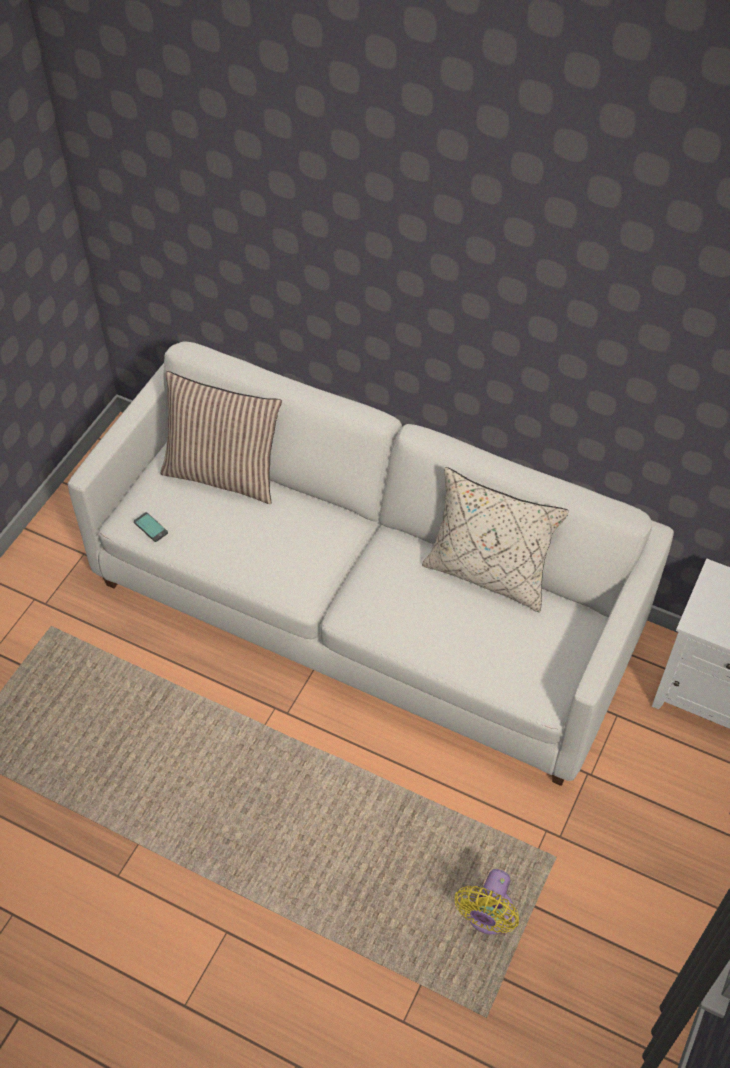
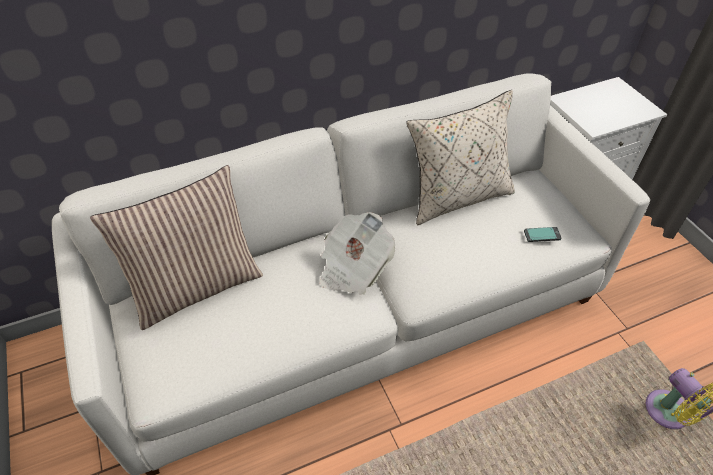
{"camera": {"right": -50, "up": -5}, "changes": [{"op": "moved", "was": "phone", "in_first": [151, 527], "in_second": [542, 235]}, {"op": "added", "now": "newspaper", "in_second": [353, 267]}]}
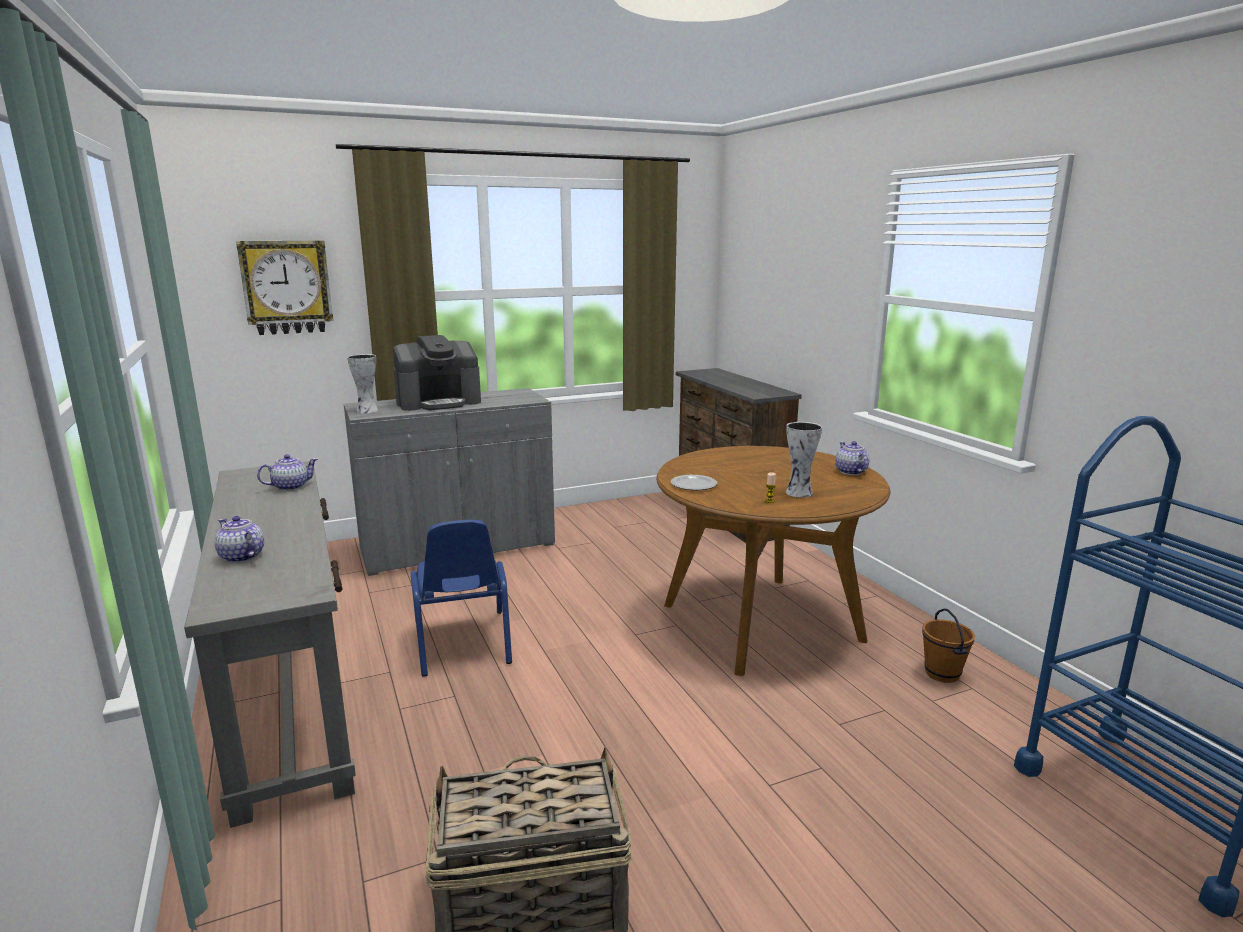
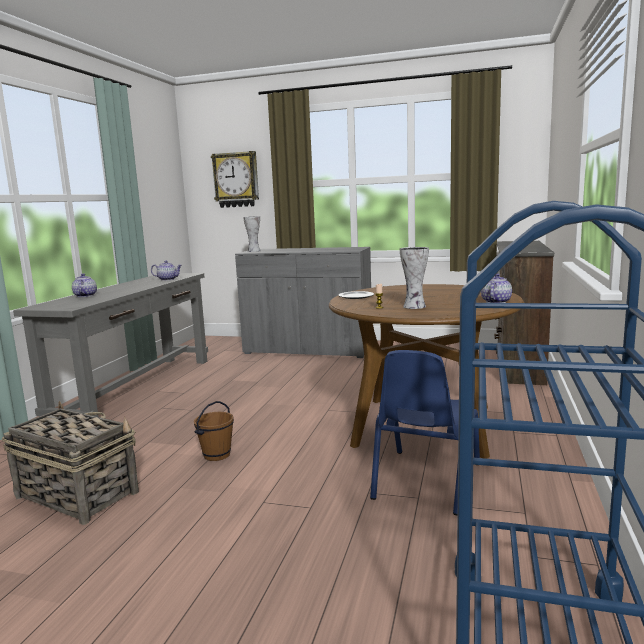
{"camera": {"right": 40, "up": -5}, "changes": [{"op": "removed", "was": "coffee machine", "in_first": [439, 402]}, {"op": "moved", "was": "chair (blue)", "in_first": [462, 643], "in_second": [425, 481]}, {"op": "moved", "was": "bucket (brown)", "in_first": [941, 673], "in_second": [216, 455]}]}
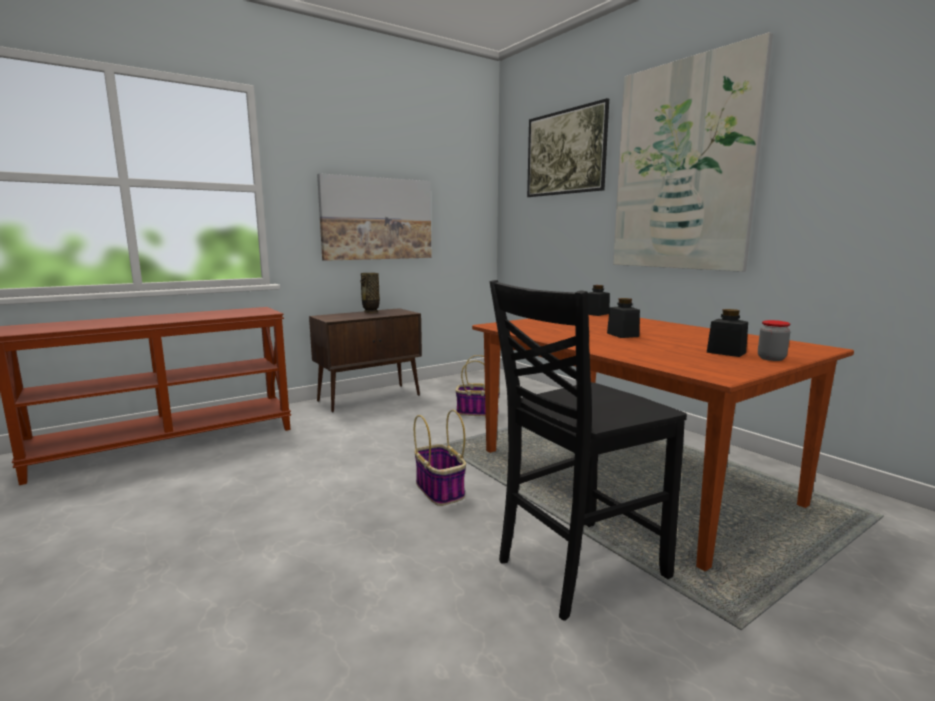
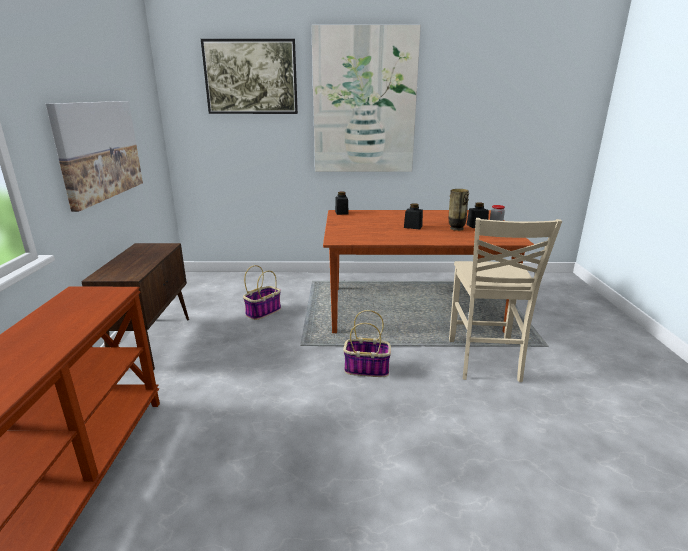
{"camera": {"right": -55, "up": 10}, "changes": [{"op": "moved", "was": "vase", "in_first": [370, 312], "in_second": [456, 229]}, {"op": "recoloured", "was": "chair (black)", "now": "chair (beige)", "in_first": [577, 567], "in_second": [484, 361]}]}
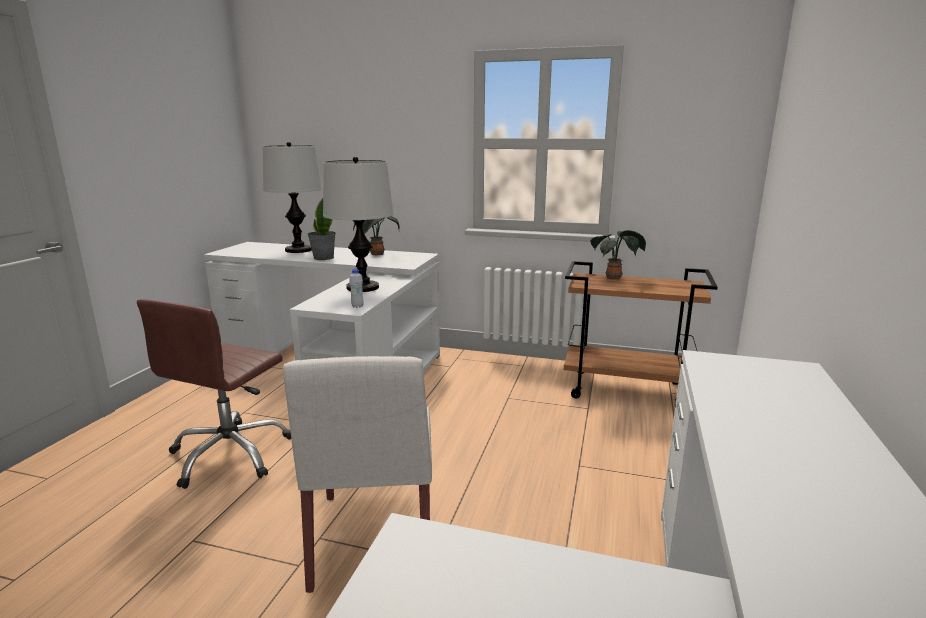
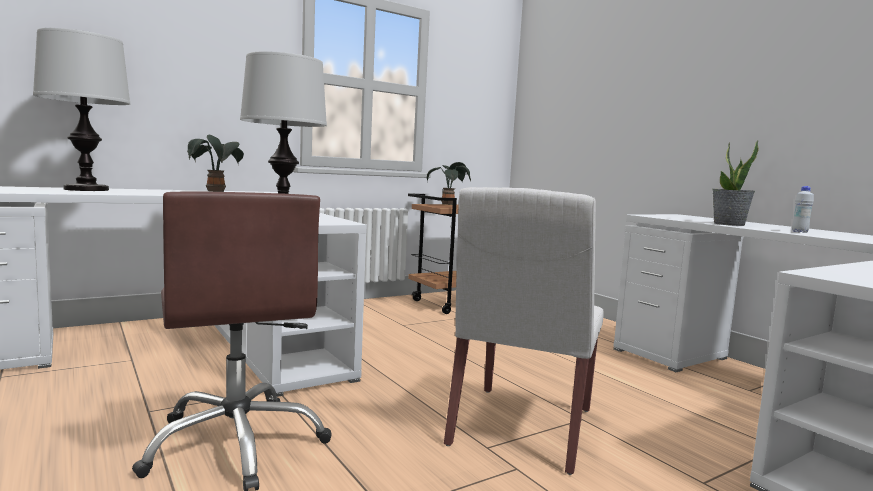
{"camera": {"right": -50, "up": -10}, "changes": [{"op": "turned", "was": "chair (white)", "in_first": [373, 538], "in_second": [522, 427], "clockwise": 75}, {"op": "moved", "was": "potted plant", "in_first": [323, 258], "in_second": [729, 224]}, {"op": "moved", "was": "bottle (white)", "in_first": [357, 306], "in_second": [799, 232]}]}
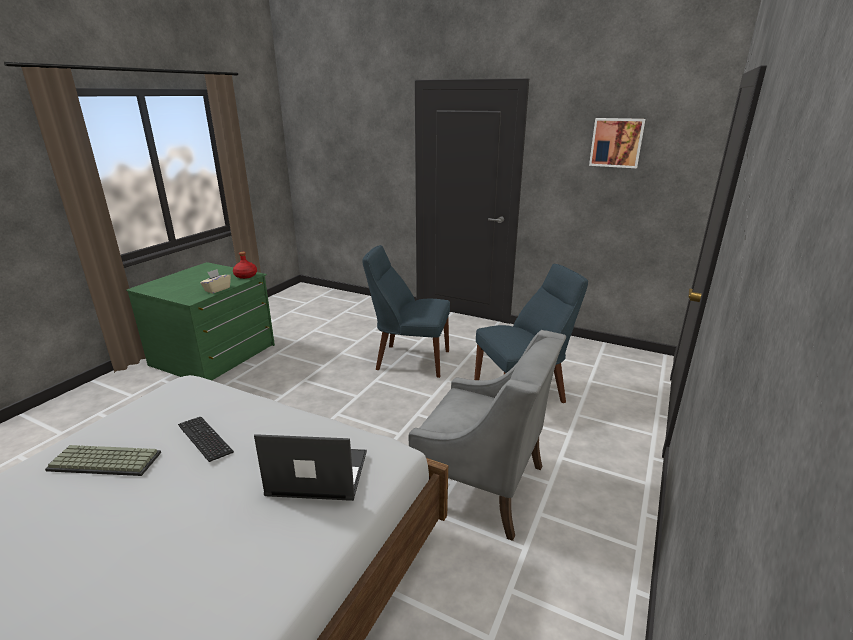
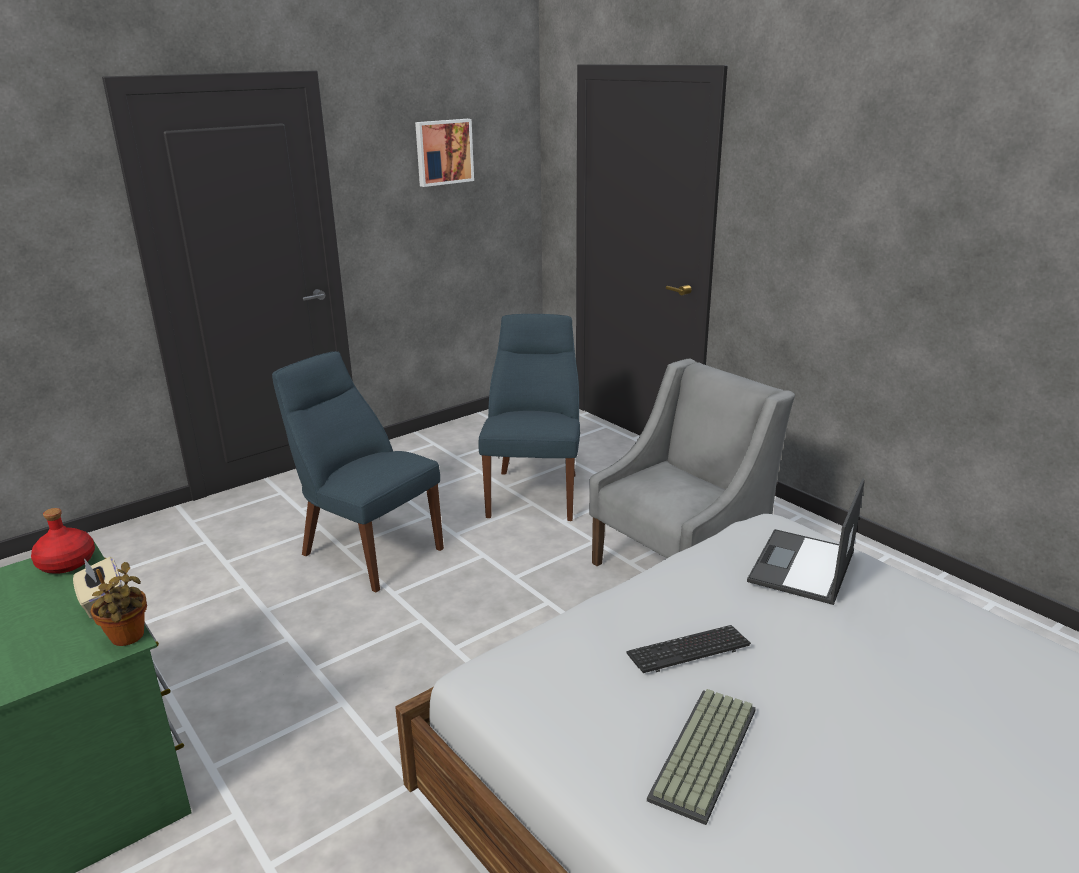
{"camera": {"right": -65, "up": 0}, "changes": [{"op": "turned", "was": "chair (blue)", "in_first": [409, 360], "in_second": [367, 550], "clockwise": 90}, {"op": "added", "now": "potted plant", "in_second": [128, 638]}]}
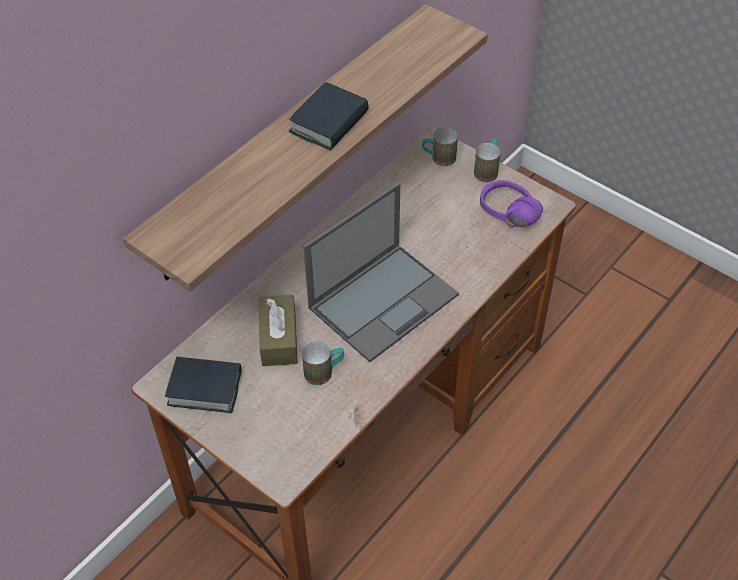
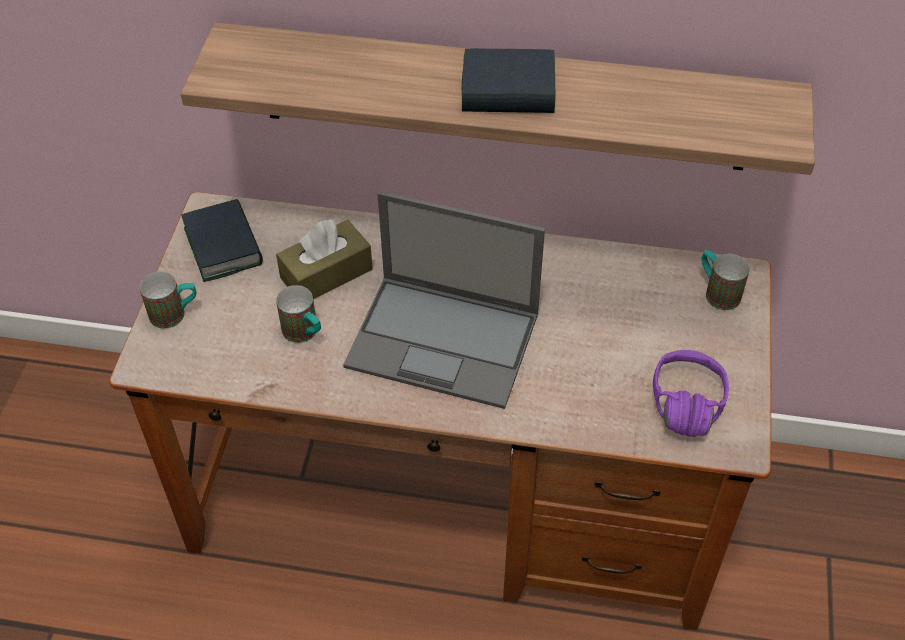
{"camera": {"right": 60, "up": 0}, "changes": [{"op": "moved", "was": "mug", "in_first": [487, 170], "in_second": [175, 314]}]}
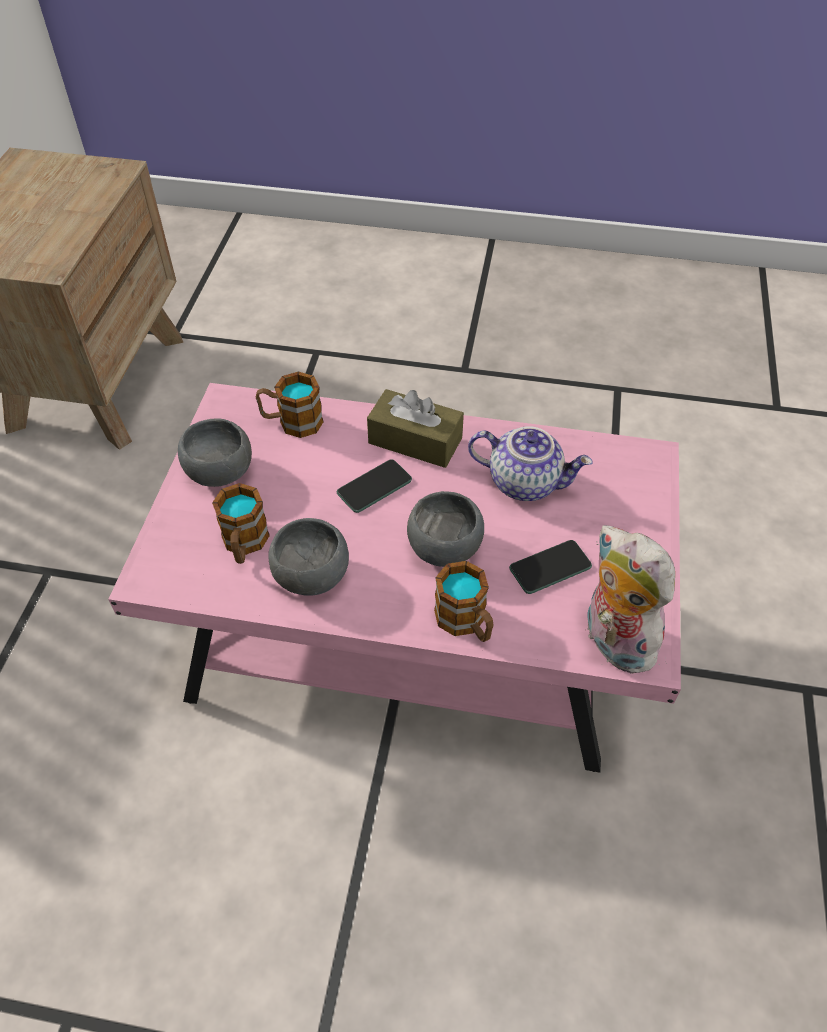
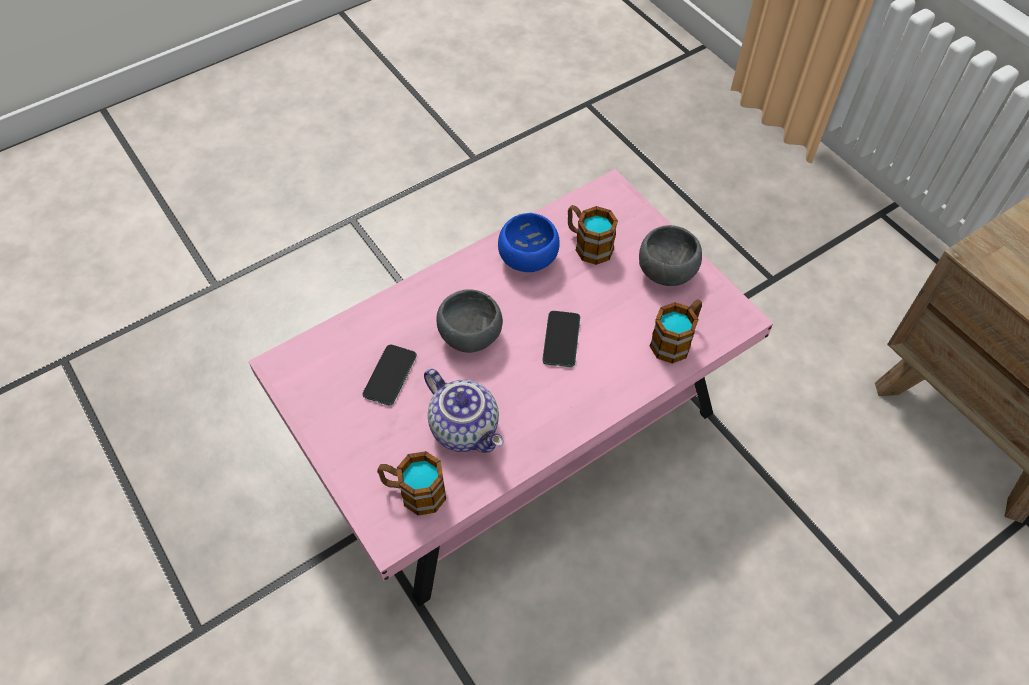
{"camera": {"right": 135, "up": 5}, "changes": [{"op": "recoloured", "was": "bowl (grey)", "now": "bowl (blue)", "in_first": [310, 574], "in_second": [530, 259]}, {"op": "removed", "was": "tissue box (brown)", "in_first": [415, 441]}, {"op": "moved", "was": "mug", "in_first": [466, 622], "in_second": [414, 492]}, {"op": "turned", "was": "teapot", "in_first": [525, 481], "in_second": [466, 428], "clockwise": -105}, {"op": "removed", "was": "plush toy", "in_first": [612, 640]}]}
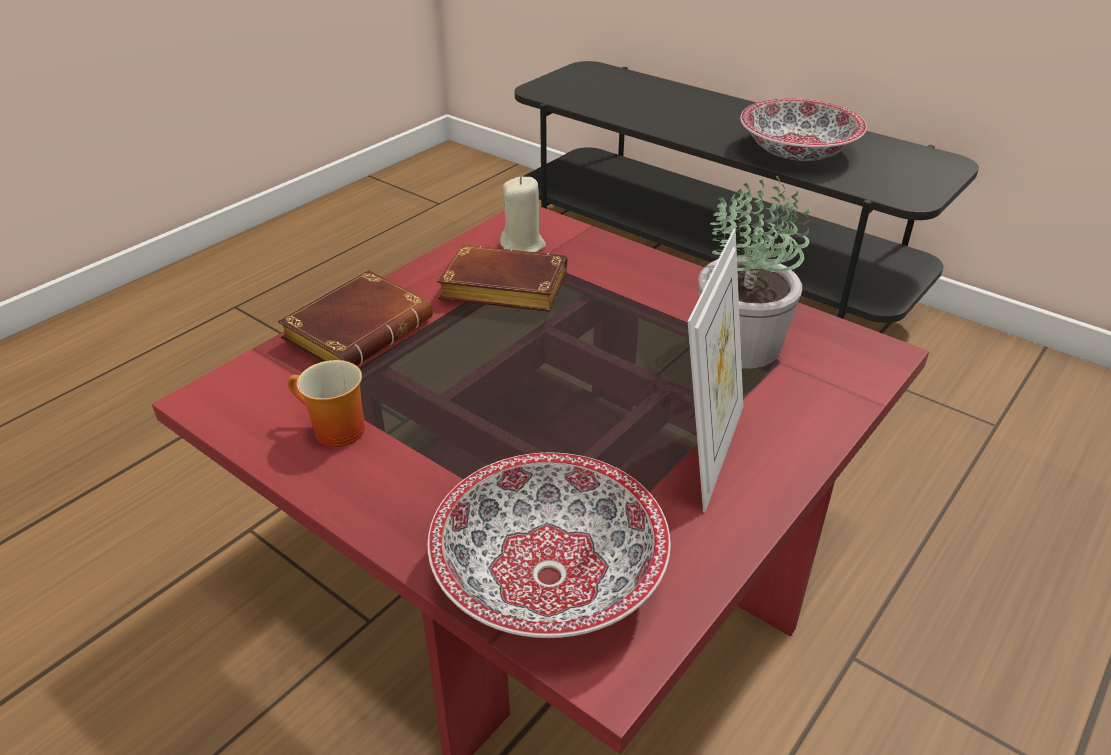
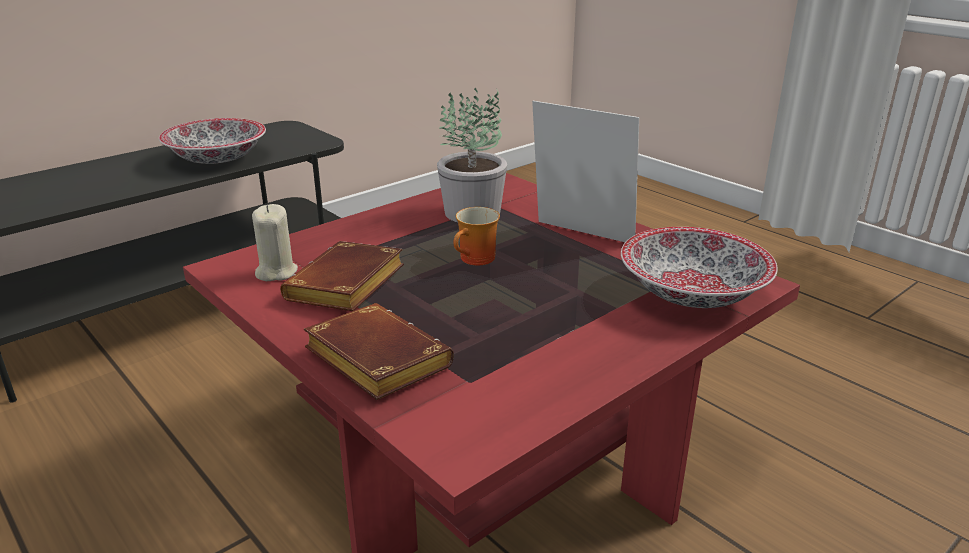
{"camera": {"right": -80, "up": -10}, "changes": [{"op": "moved", "was": "mug", "in_first": [332, 431], "in_second": [477, 260]}]}
